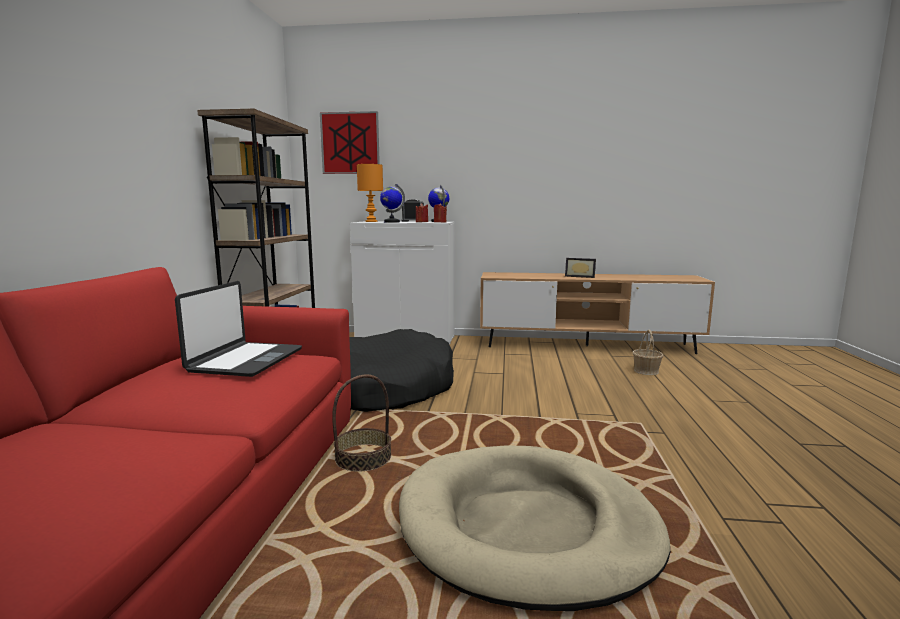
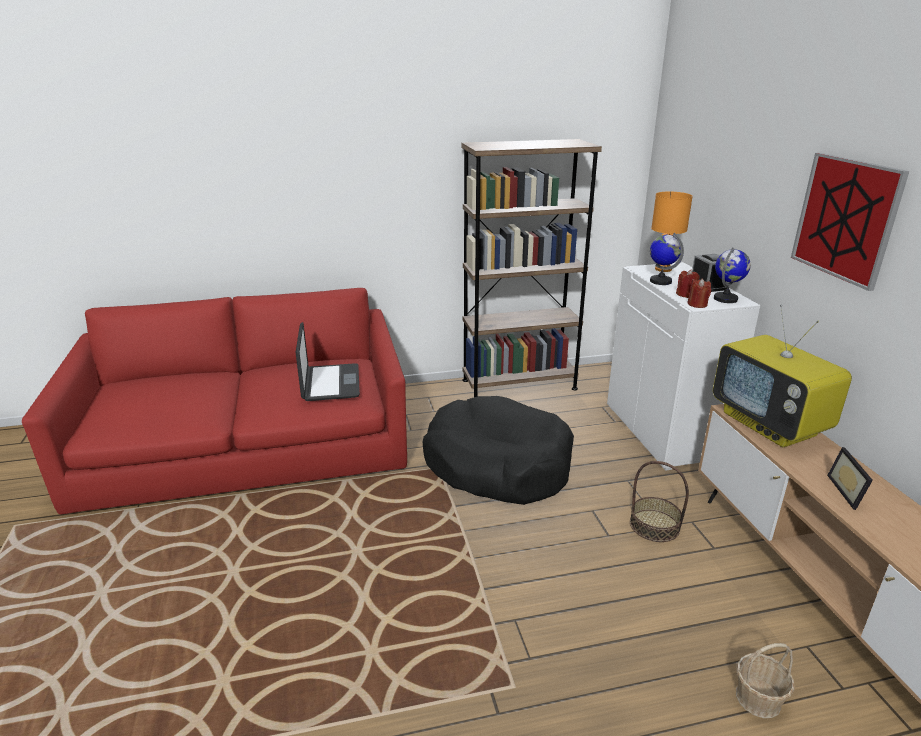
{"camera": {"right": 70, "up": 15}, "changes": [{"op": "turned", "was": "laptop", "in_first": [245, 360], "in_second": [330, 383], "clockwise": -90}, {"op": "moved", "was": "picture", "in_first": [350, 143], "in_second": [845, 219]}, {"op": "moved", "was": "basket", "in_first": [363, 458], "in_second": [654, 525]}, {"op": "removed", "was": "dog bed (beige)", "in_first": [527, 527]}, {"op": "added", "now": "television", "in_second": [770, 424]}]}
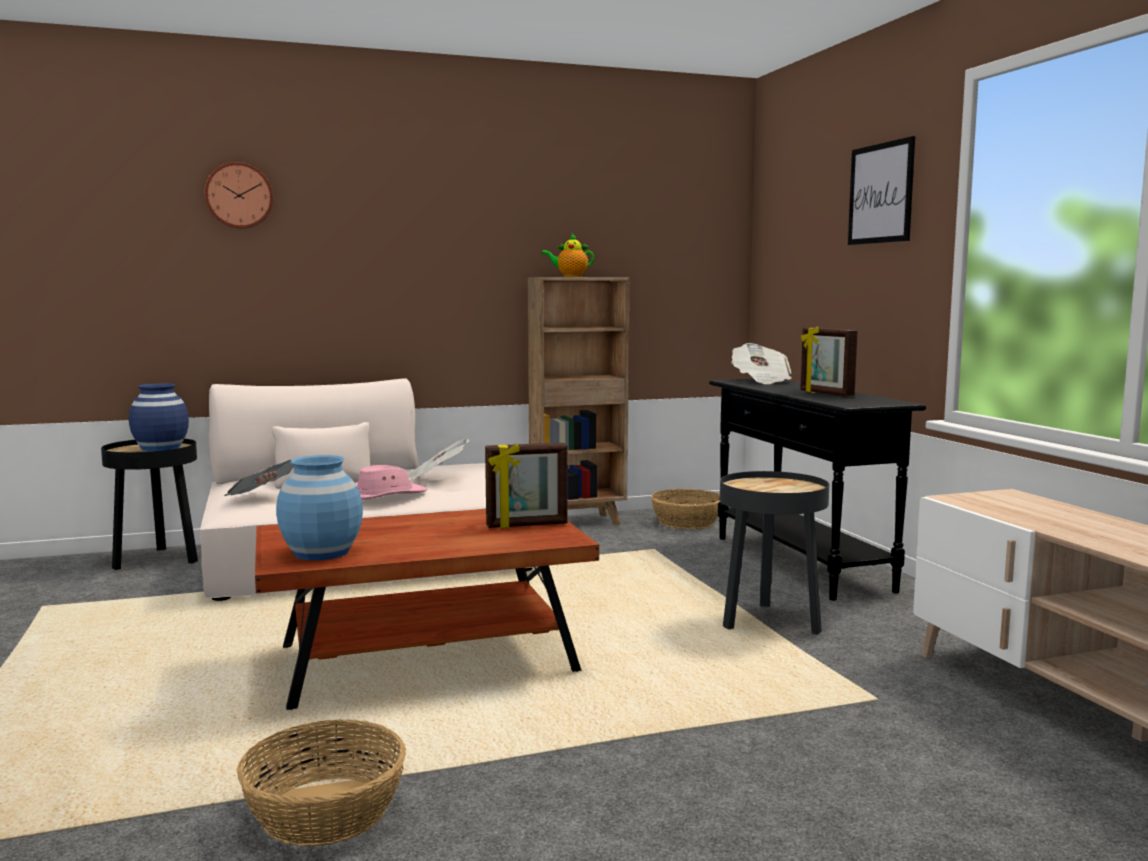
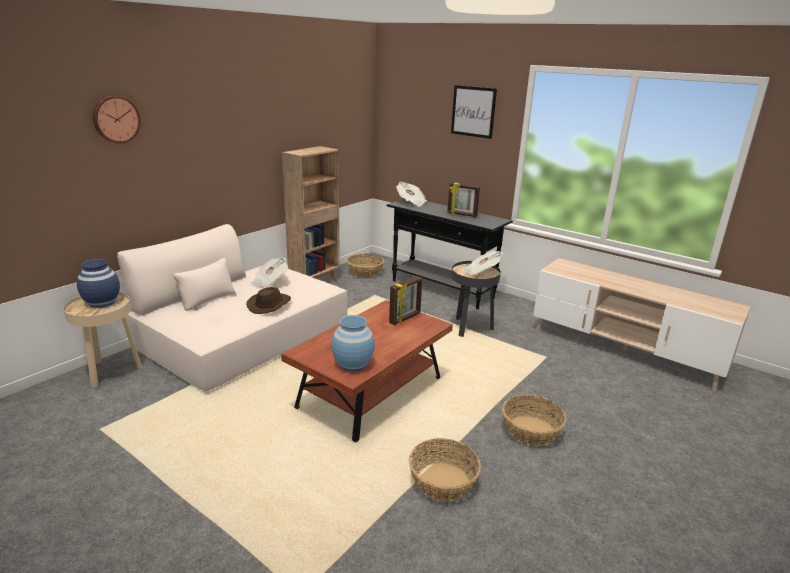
{"camera": {"right": -35, "up": 15}, "changes": [{"op": "recoloured", "was": "side table (black)", "now": "side table (beige)", "in_first": [157, 559], "in_second": [111, 371]}, {"op": "moved", "was": "newspaper", "in_first": [262, 497], "in_second": [480, 272]}, {"op": "recoloured", "was": "hat (pink)", "now": "hat (brown)", "in_first": [384, 495], "in_second": [269, 304]}, {"op": "removed", "was": "teapot", "in_first": [570, 276]}, {"op": "added", "now": "basket", "in_second": [531, 430]}]}
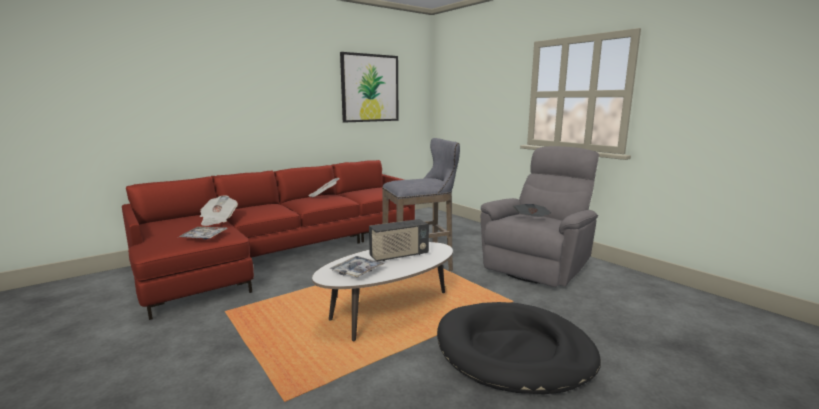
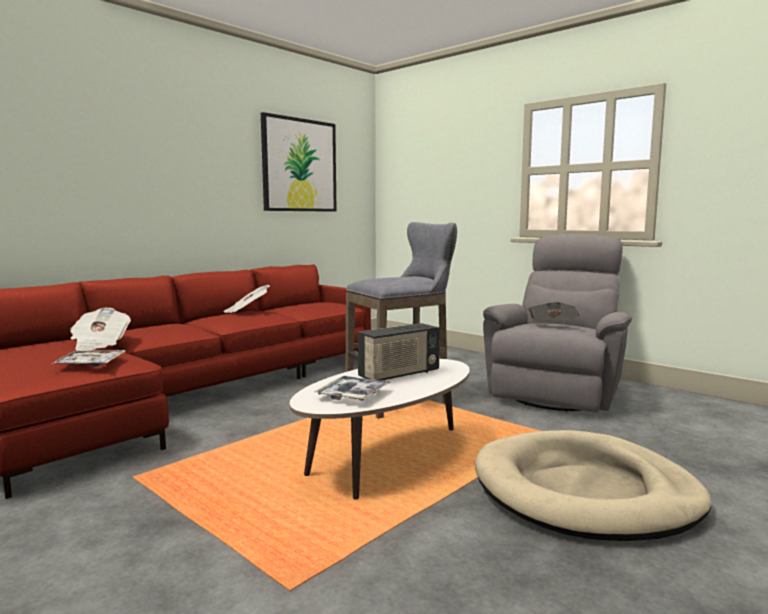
{"camera": {"right": -10, "up": -5}, "changes": [{"op": "recoloured", "was": "dog bed (black)", "now": "dog bed (beige)", "in_first": [514, 351], "in_second": [585, 492]}]}
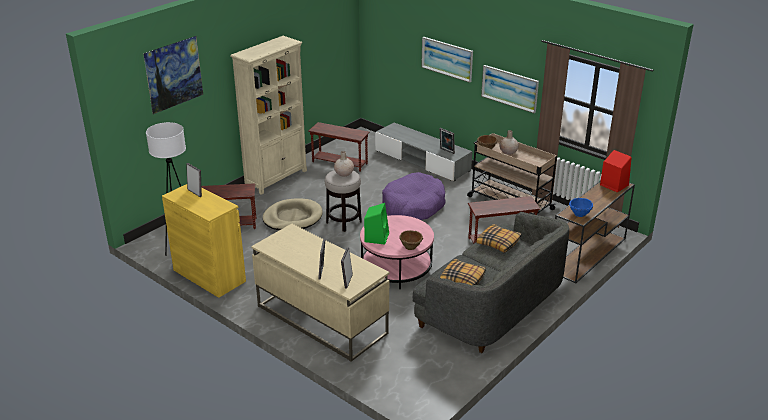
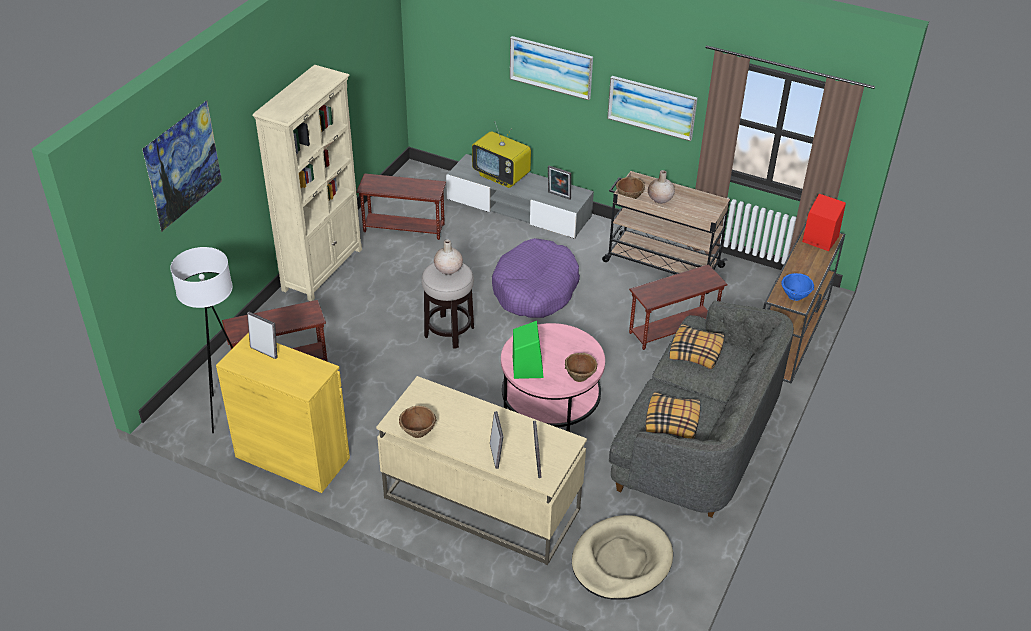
{"camera": {"right": -15, "up": 10}, "changes": [{"op": "moved", "was": "dog bed (beige)", "in_first": [292, 218], "in_second": [621, 561]}, {"op": "added", "now": "bowl (brown)", "in_second": [418, 432]}, {"op": "added", "now": "television", "in_second": [502, 176]}]}
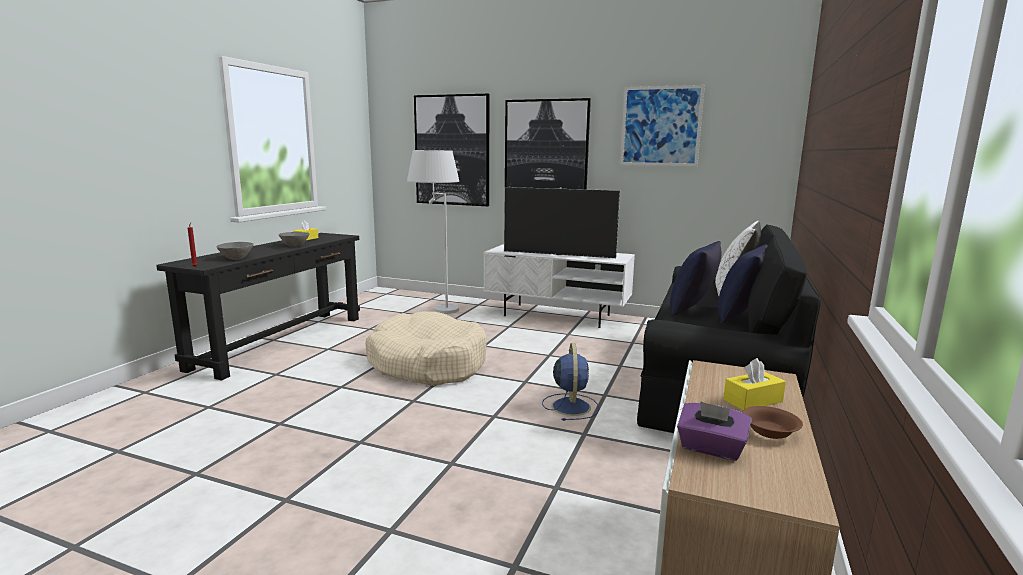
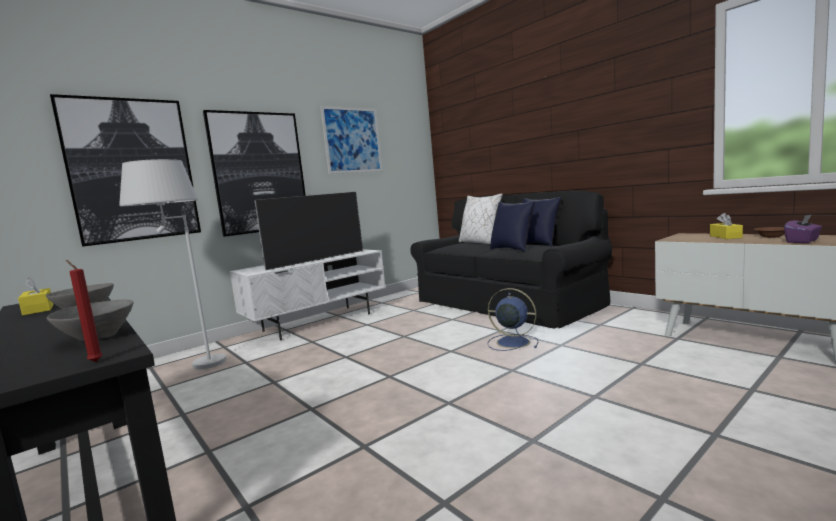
{"camera": {"right": -60, "up": -5}, "changes": [{"op": "removed", "was": "dog bed (beige)", "in_first": [427, 364]}]}
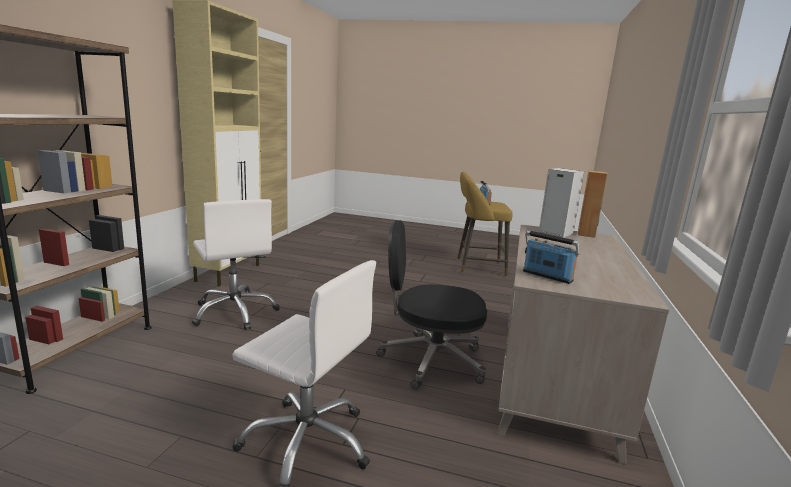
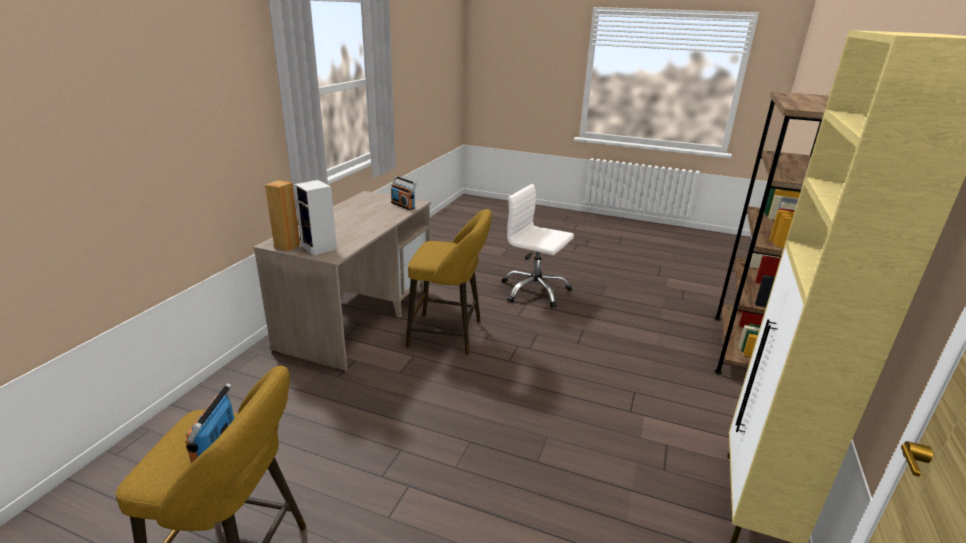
{"camera": {"right": -175, "up": 10}, "changes": [{"op": "removed", "was": "office chair (white)", "in_first": [235, 312]}, {"op": "replaced", "was": "office chair (black)", "now": "stool (yellow)", "in_first": [430, 360], "in_second": [449, 335]}]}
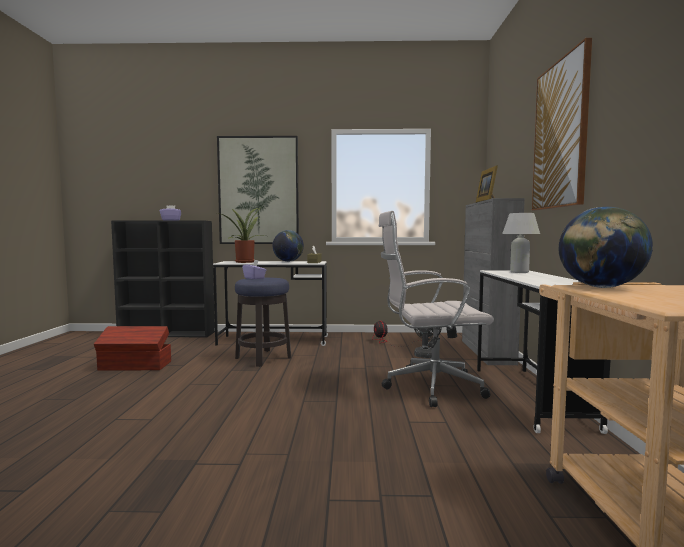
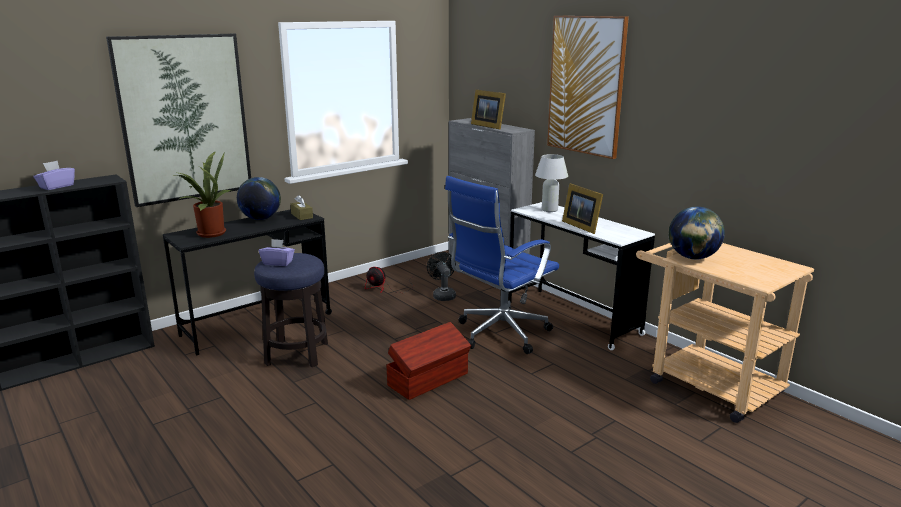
{"camera": {"right": -40, "up": 15}, "changes": [{"op": "moved", "was": "storage box (brown)", "in_first": [135, 366], "in_second": [429, 379]}, {"op": "recoloured", "was": "desk (white)", "now": "desk (black)", "in_first": [273, 340], "in_second": [257, 324]}, {"op": "recoloured", "was": "office chair (white)", "now": "office chair (blue)", "in_first": [429, 387], "in_second": [499, 334]}, {"op": "added", "now": "picture frame", "in_second": [581, 226]}]}
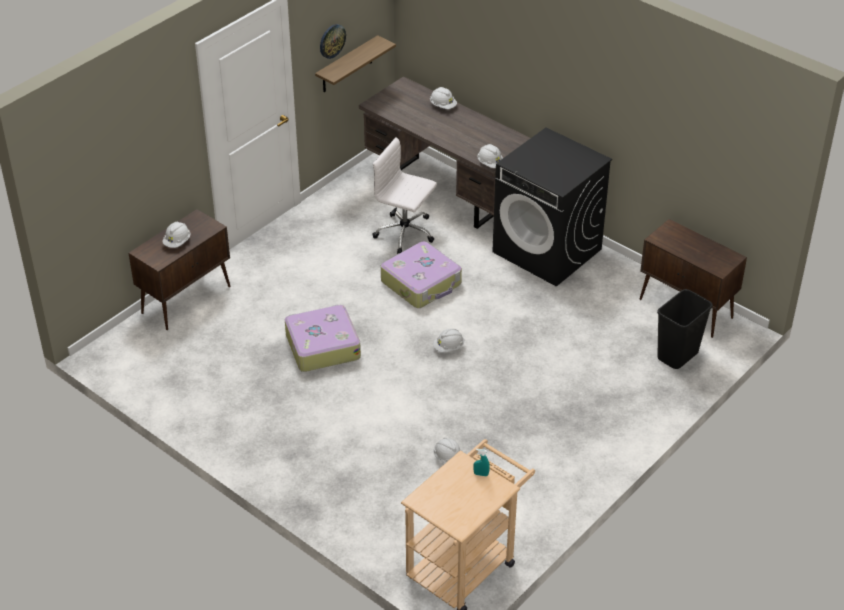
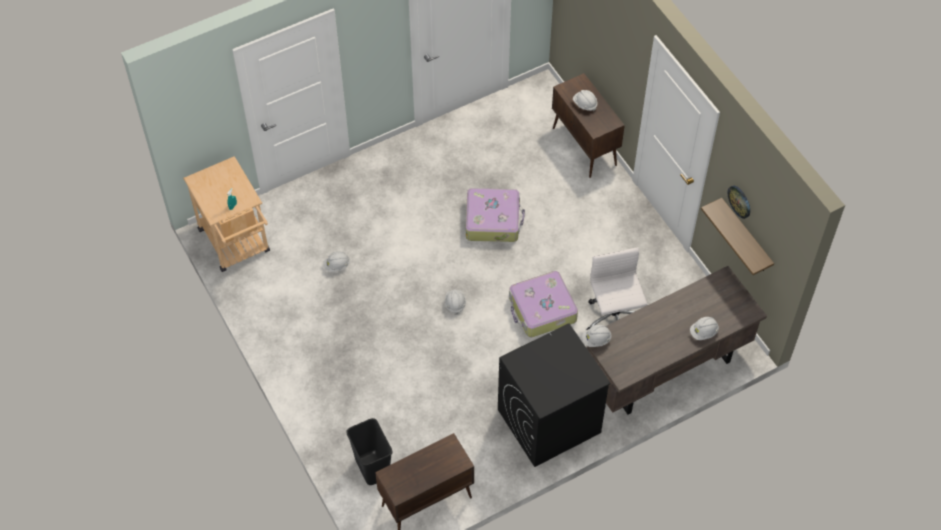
{"camera": {"right": 110, "up": 15}, "changes": [{"op": "turned", "was": "office chair (white)", "in_first": [406, 233], "in_second": [614, 318], "clockwise": -60}]}
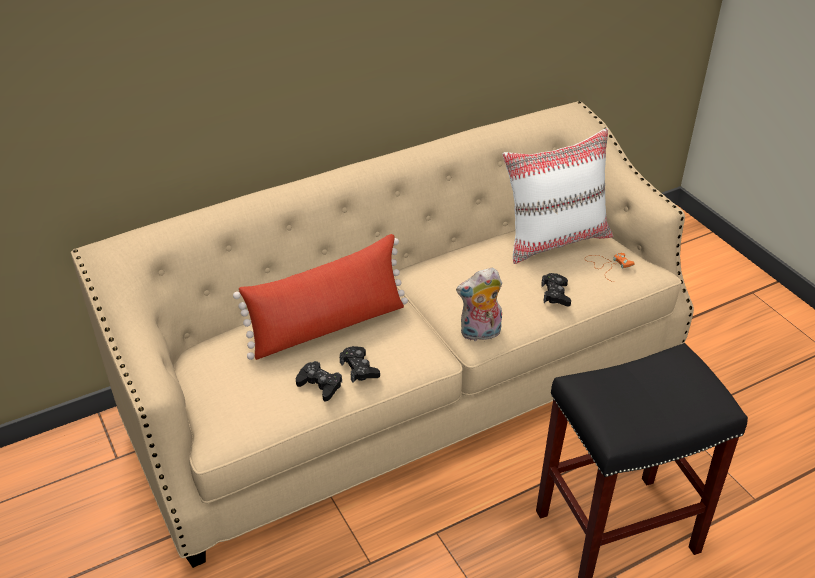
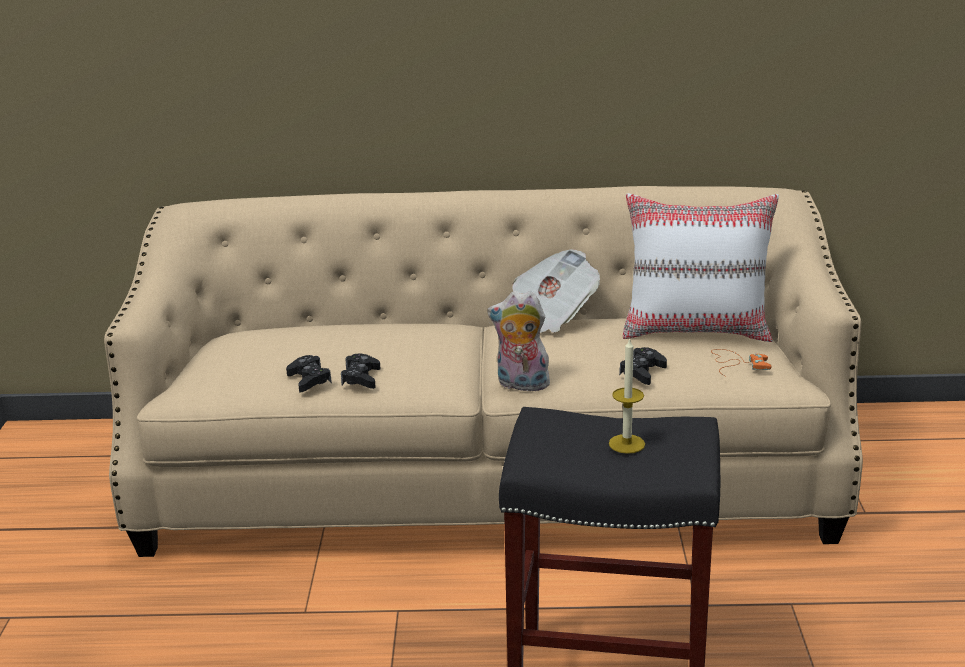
{"camera": {"right": 30, "up": -15}, "changes": [{"op": "removed", "was": "pillow (red)", "in_first": [328, 326]}, {"op": "added", "now": "newspaper", "in_second": [548, 317]}, {"op": "added", "now": "candle", "in_second": [626, 444]}]}
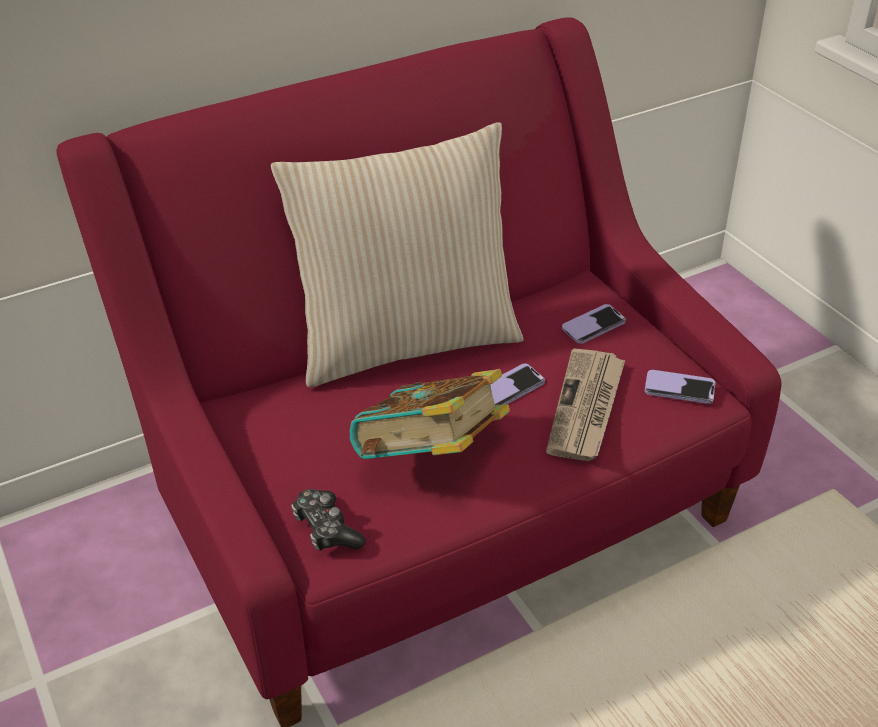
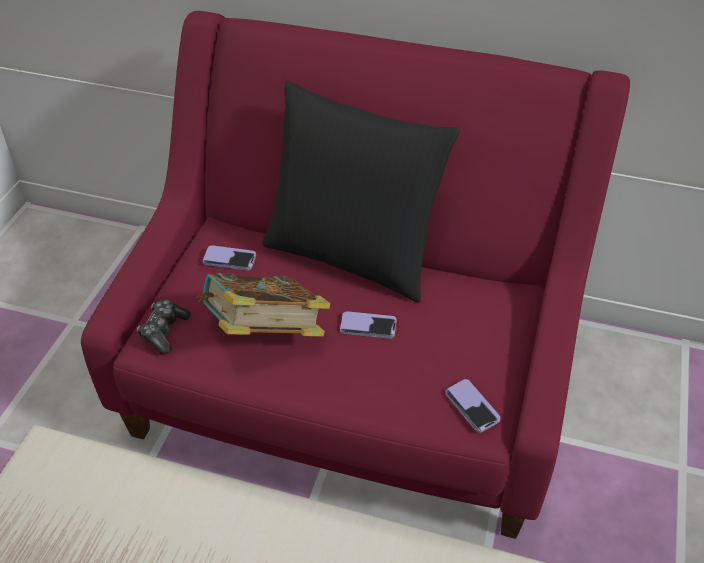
{"camera": {"right": 45, "up": 5}, "changes": [{"op": "recoloured", "was": "pillow (beige)", "now": "pillow (black)", "in_first": [406, 341], "in_second": [352, 255]}, {"op": "removed", "was": "newspaper", "in_first": [586, 408]}, {"op": "moved", "was": "phone", "in_first": [593, 326], "in_second": [229, 259]}]}
